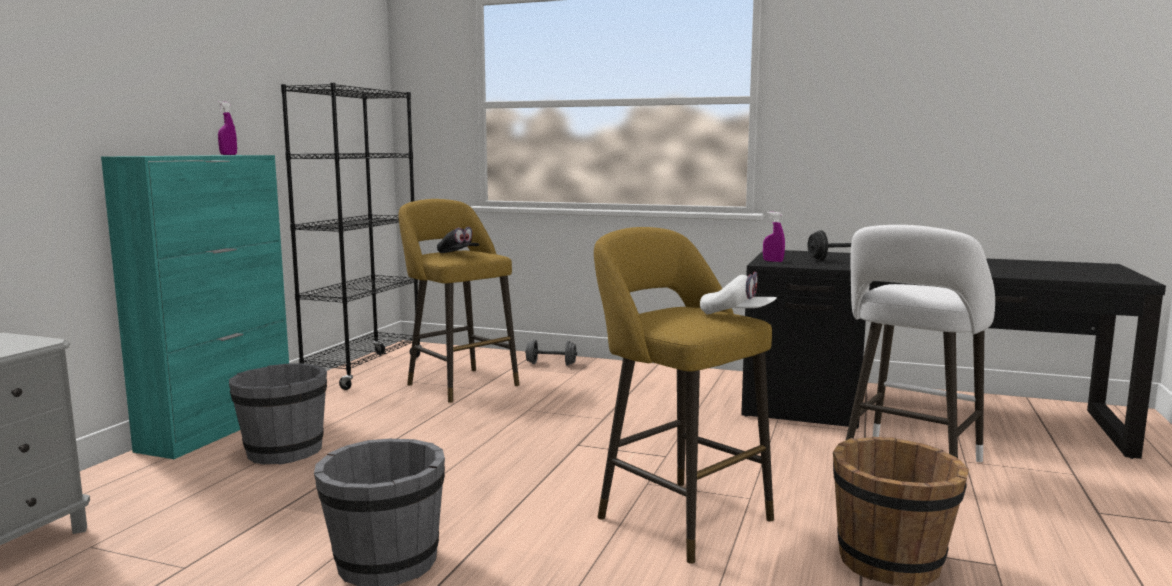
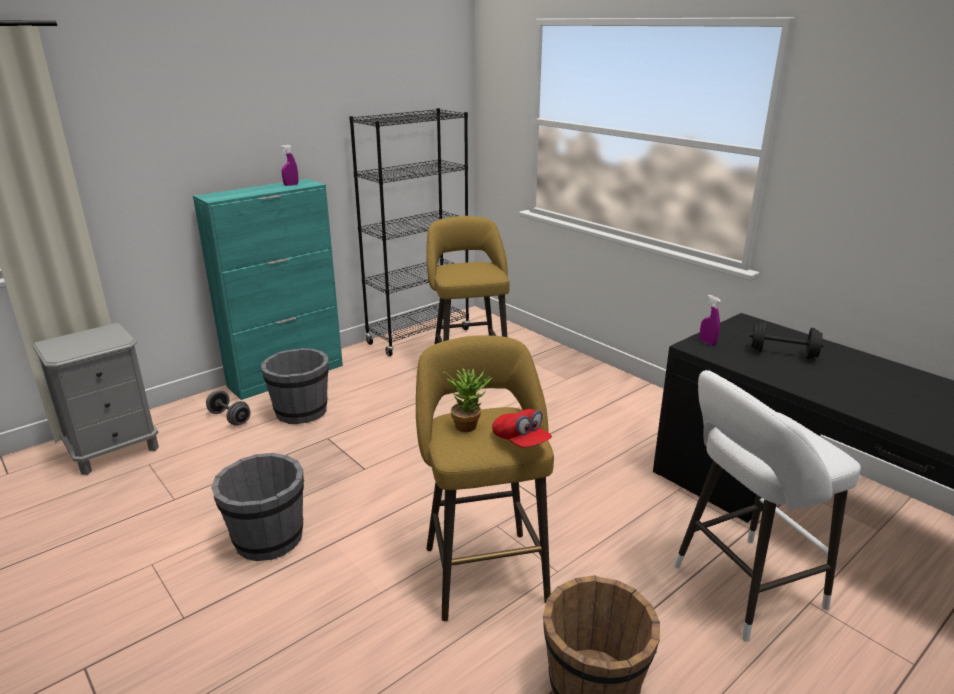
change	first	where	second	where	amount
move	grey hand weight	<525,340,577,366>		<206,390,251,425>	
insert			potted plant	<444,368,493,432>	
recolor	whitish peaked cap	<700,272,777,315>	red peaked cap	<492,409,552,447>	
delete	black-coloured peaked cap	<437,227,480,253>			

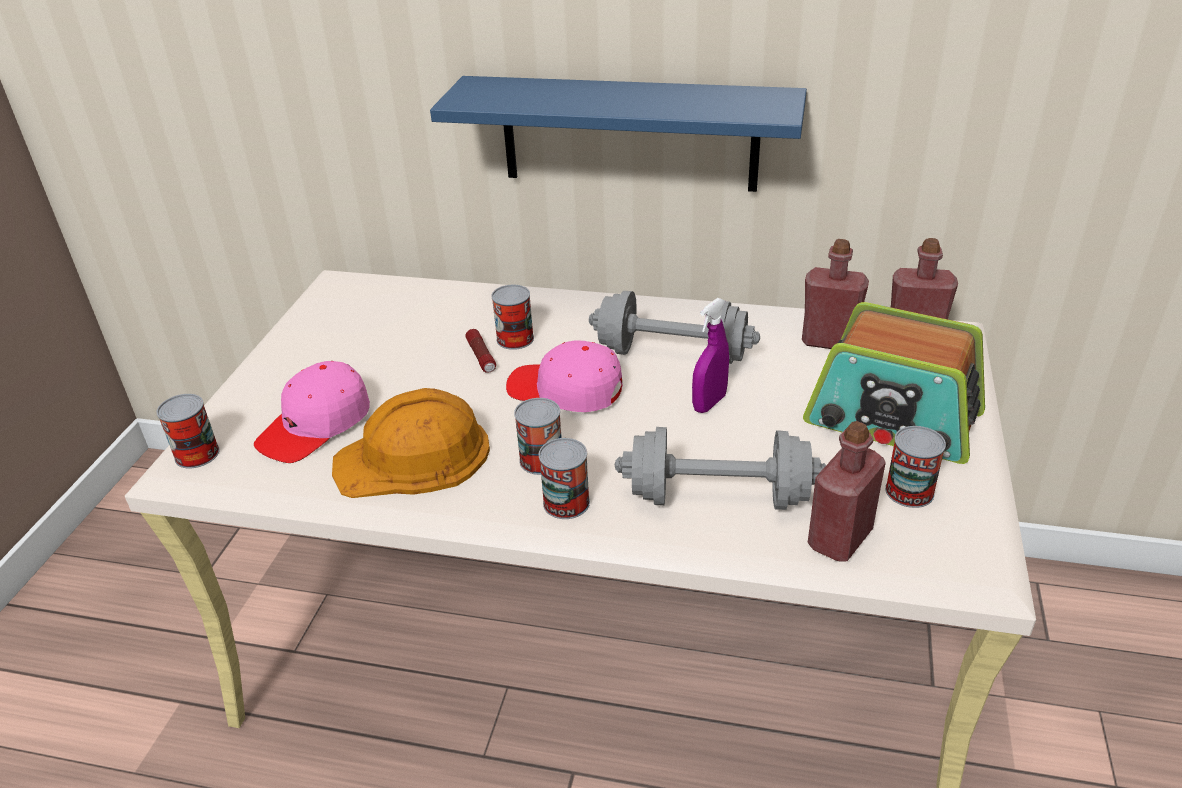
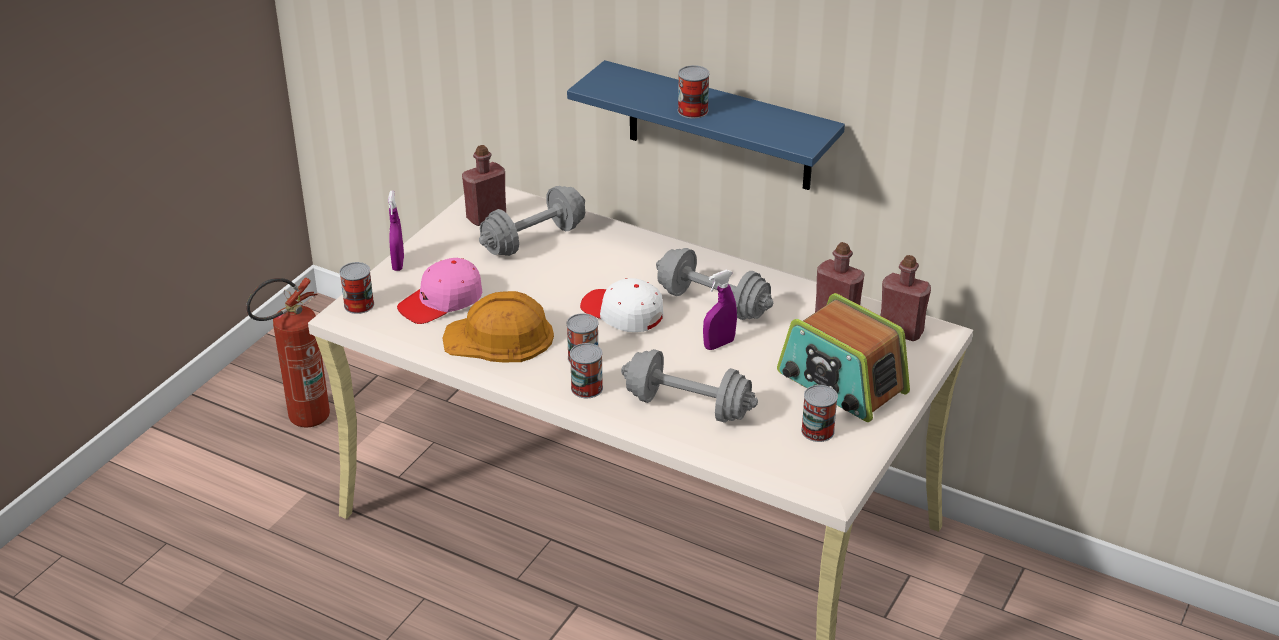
change	first	where	second	where	amount
insert			fire-fighting cylinder	<246,278,330,427>	
insert			purple spray bottle	<388,191,404,271>	
move	red beverage bottle	<808,421,886,562>		<462,145,506,226>	
insert			grey hand weight	<479,186,585,256>	
recolor	pink-coloured peaked cap	<506,340,623,412>	whitish peaked cap	<580,278,663,332>	
move	sealed can	<491,284,534,350>		<678,65,710,119>	
delete	torch	<465,329,496,373>			

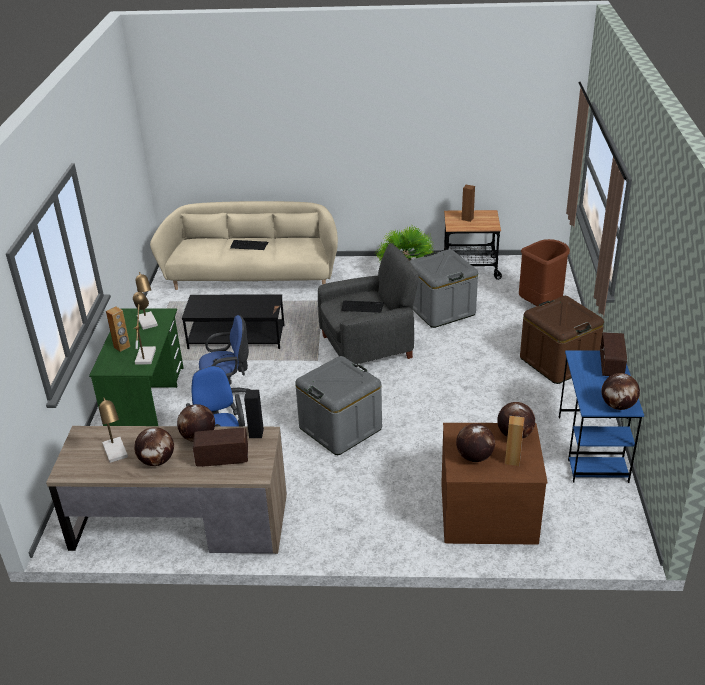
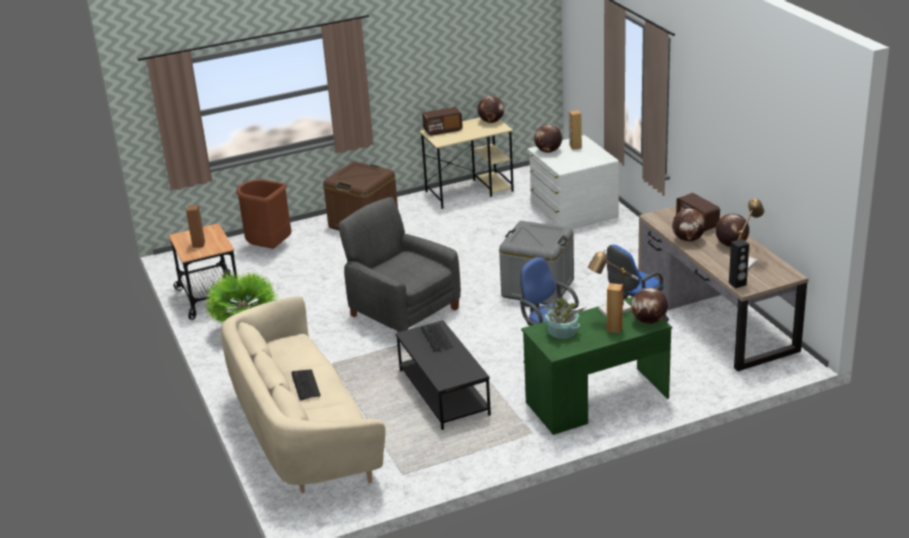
change	first	where	second	where	amount
recolor	bluish desk table	<559,350,644,483>	beige desk table	<419,118,514,209>	
move	PC keyboard	<341,301,384,313>		<421,324,453,352>	
recolor	brownish dresser	<441,423,548,545>	whitish dresser	<527,135,619,229>	
replace	table lamp	<135,272,158,330>	potted plant	<544,298,586,339>	
move	desk globe	<456,423,495,462>		<631,287,668,324>	
move	black-coloured loudspeaker	<244,390,264,438>		<729,239,749,288>	
delete	grey storage bin	<410,249,478,328>			

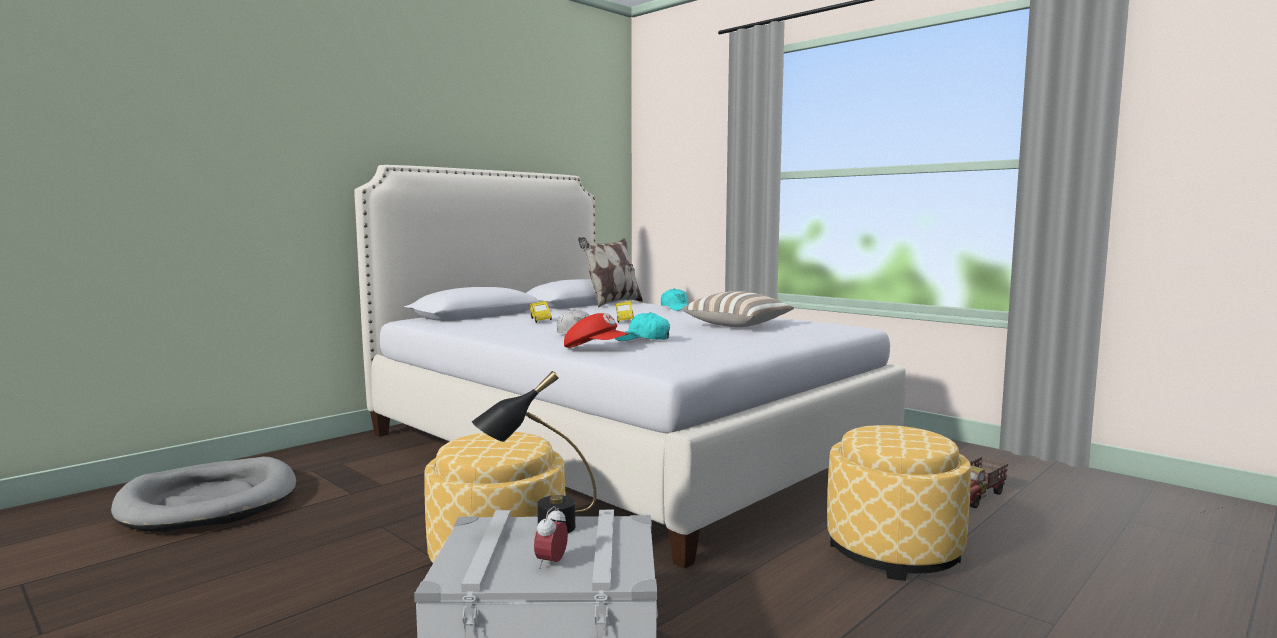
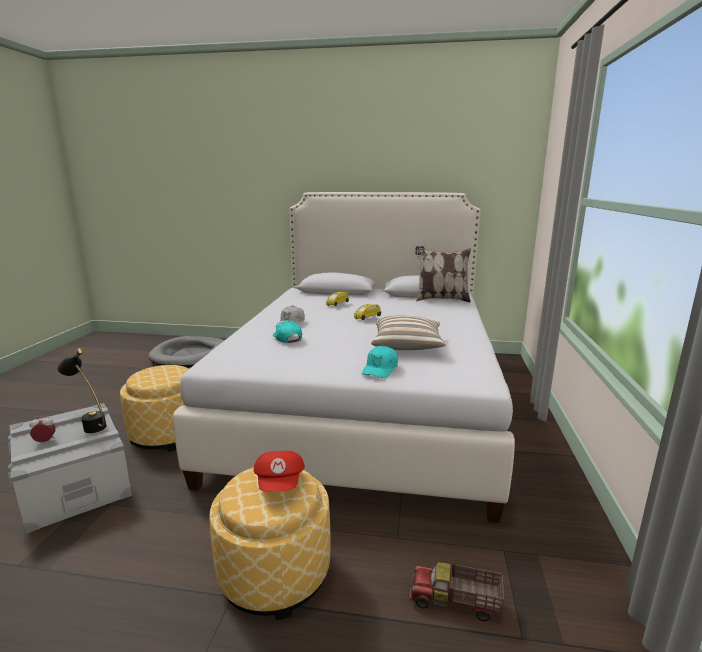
change	first	where	second	where	amount
move	red peaked cap	<564,313,629,348>		<253,451,305,492>	
move	blue-green peaked cap	<661,288,688,311>		<362,346,398,378>	

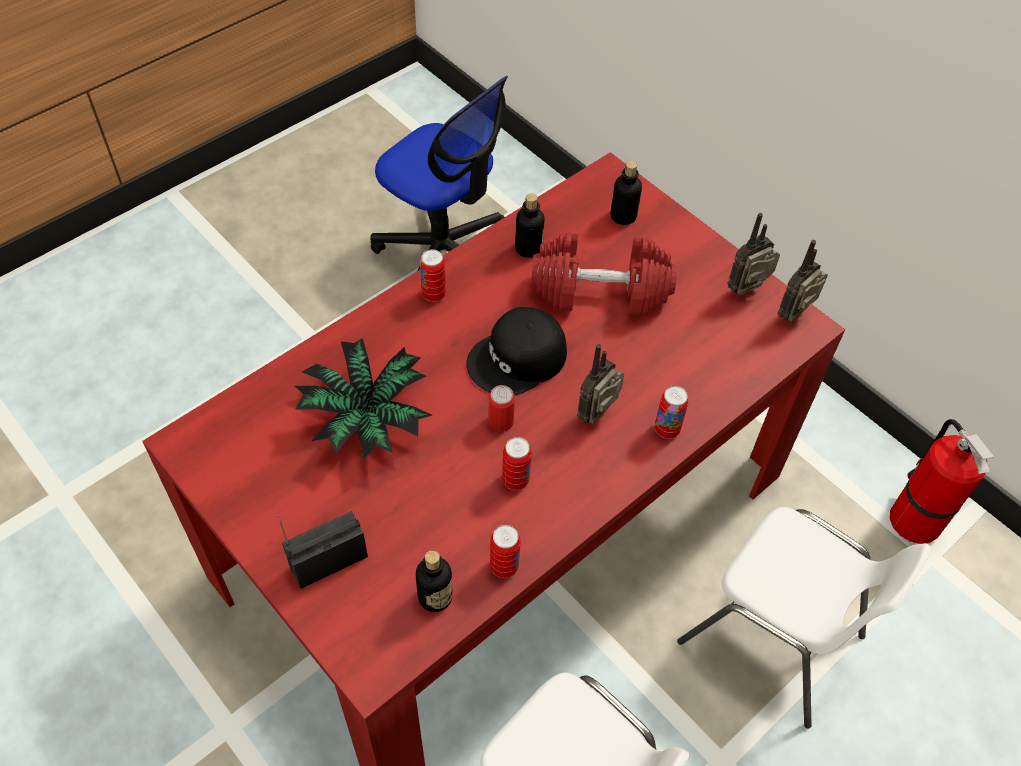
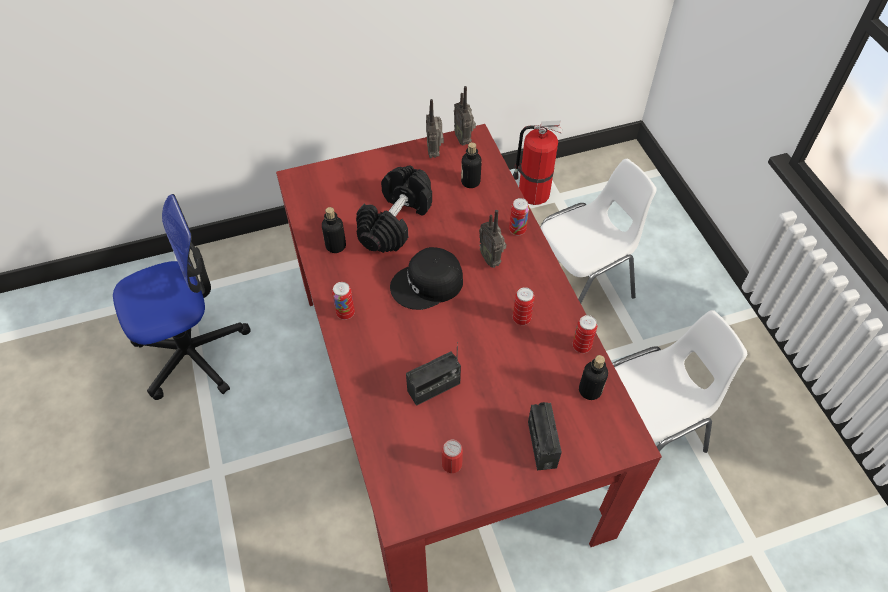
change	first	where	second	where	amount
recolor	red hand weight	<531,232,677,317>	black-coloured hand weight	<356,165,432,253>	
rotate	black-coloured peaked cap	<466,307,567,395>		<390,247,463,310>	75 degrees clockwise
replace	potted plant	<295,338,432,459>	radio receiver	<406,342,461,406>	
move	sealed can	<488,385,515,432>		<442,440,463,473>	
move	beverage bottle	<610,161,642,225>		<461,142,482,188>	

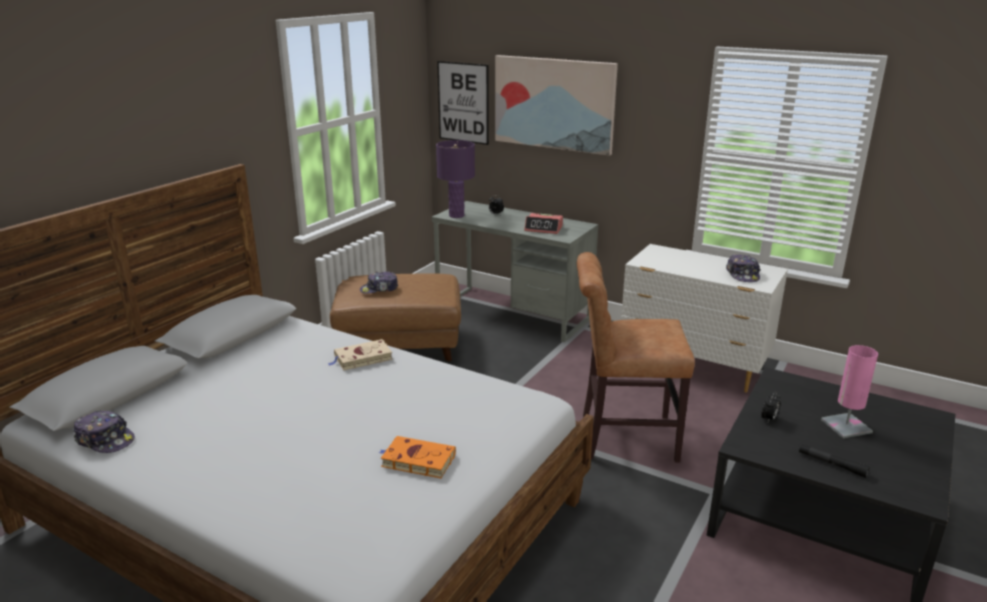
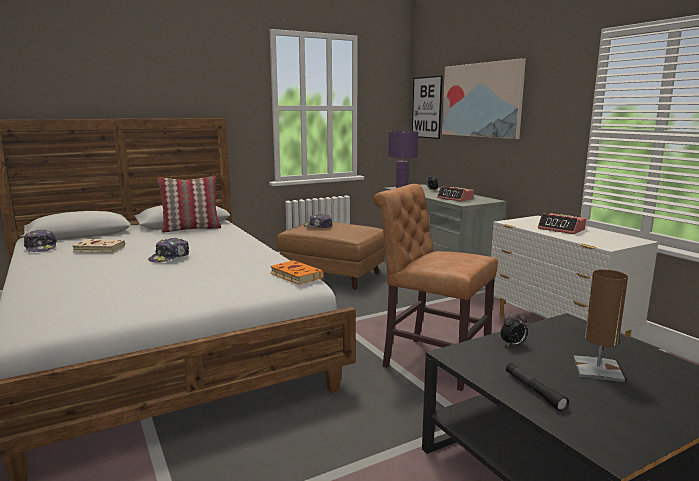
change	first	where	second	where	amount
move	beige volume	<328,339,393,371>		<72,239,125,253>	
move	peaked cap	<726,254,761,282>		<148,238,189,263>	
insert			throw pillow	<158,176,221,233>	
move	orangey volume	<379,436,456,478>		<270,260,324,285>	
insert			bedside clock	<538,213,586,234>	
recolor	pink-coloured table lamp	<821,345,878,438>	brownish table lamp	<573,269,628,382>	

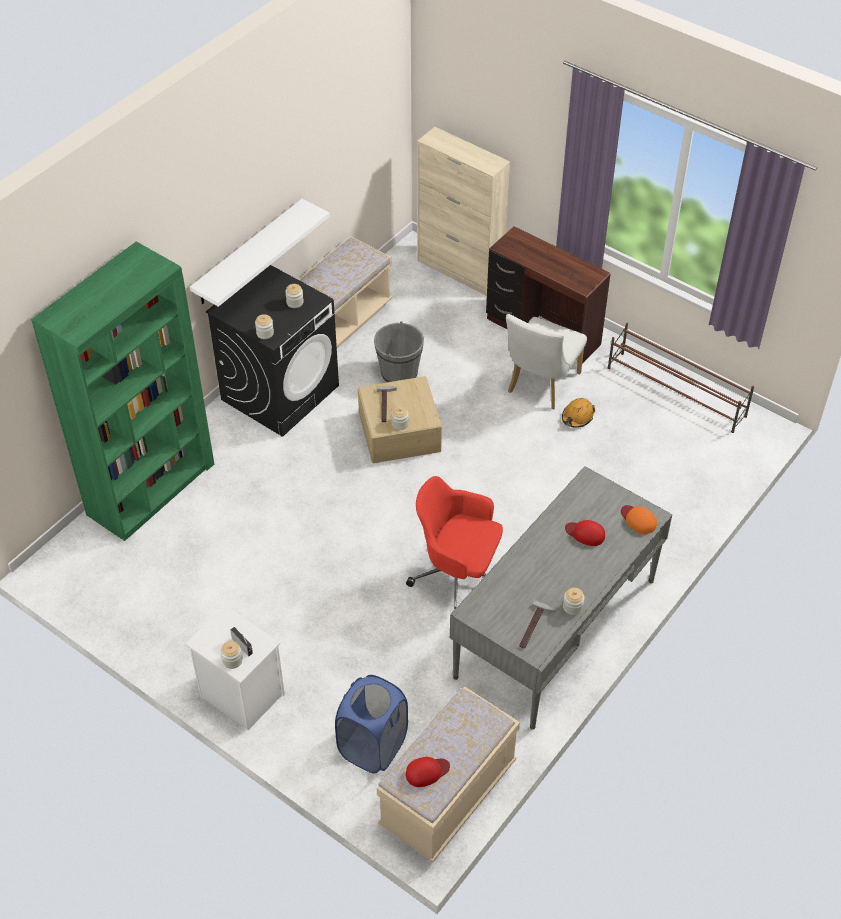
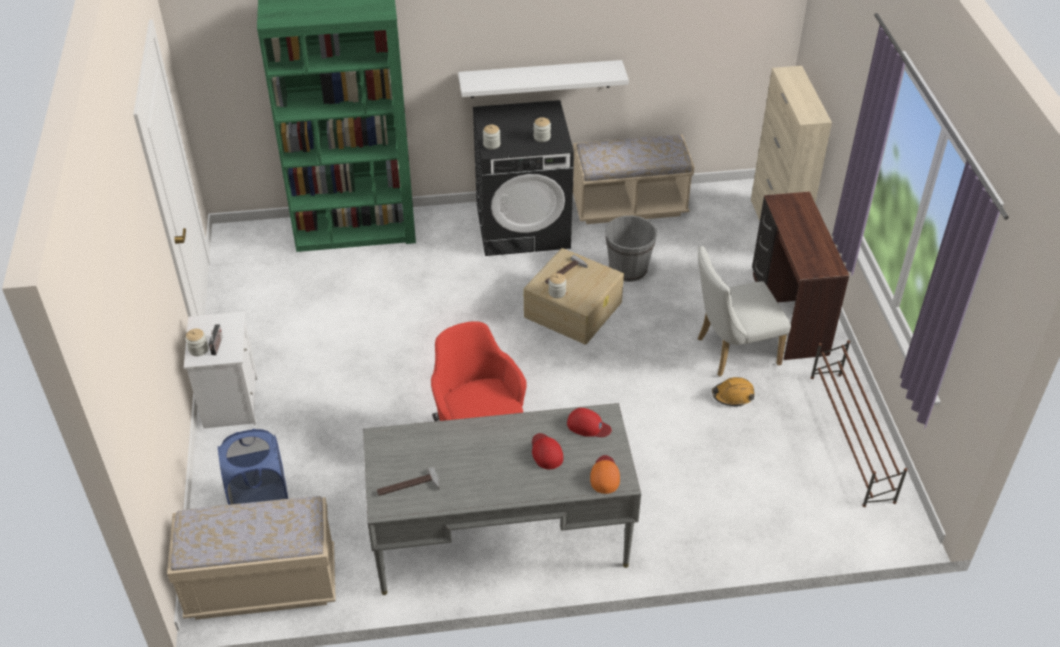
change	first	where	second	where	amount
move	red peaked cap	<406,757,450,787>		<567,408,612,437>	
delete	preserve jar	<563,588,585,615>			

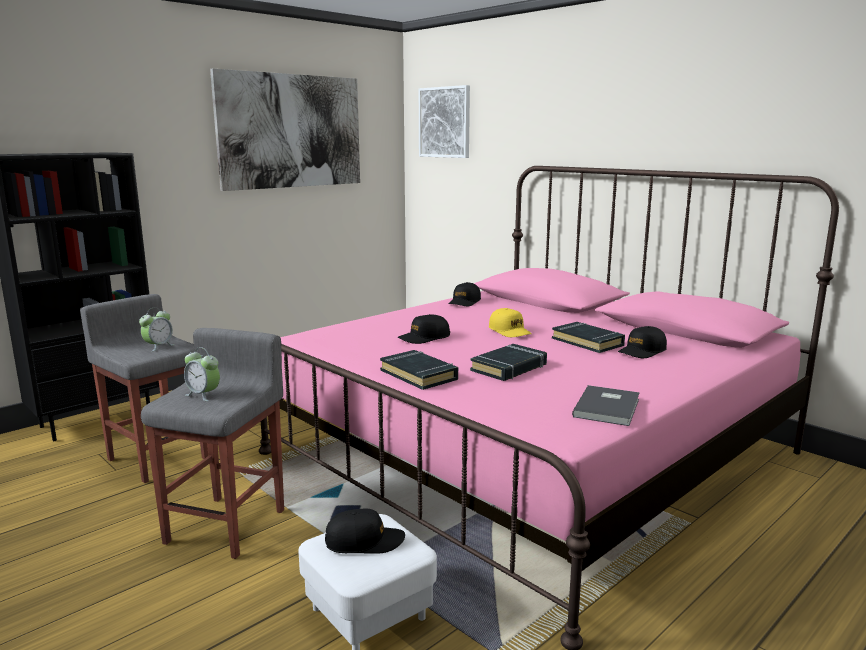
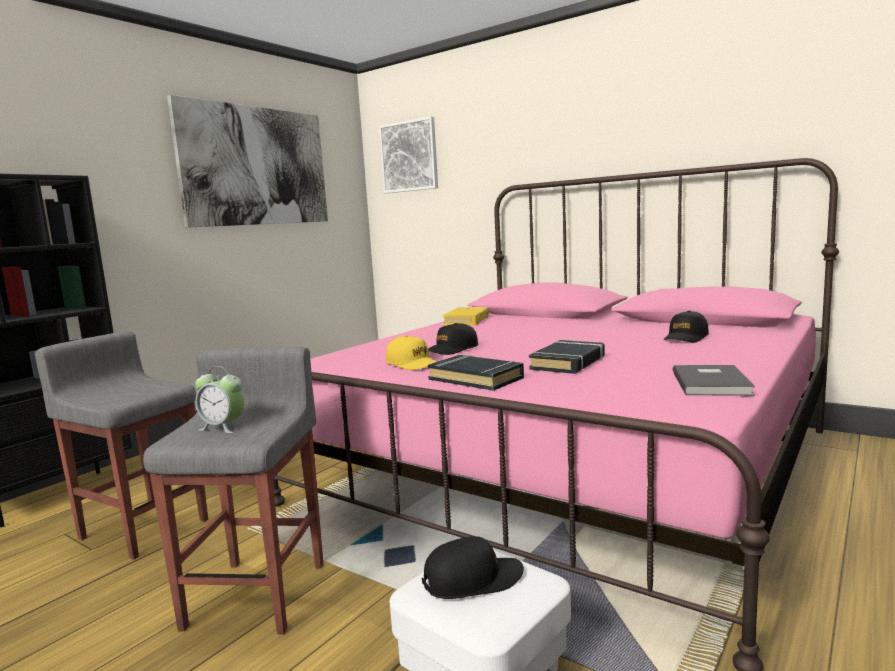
change	first	where	second	where	amount
move	yellowish peaked cap	<489,308,532,337>		<386,335,437,370>	
replace	black-coloured peaked cap	<448,282,481,306>	yellowish volume	<443,307,489,325>	
delete	bedside clock	<139,308,175,352>			
delete	black-coloured volume	<552,322,625,353>			

